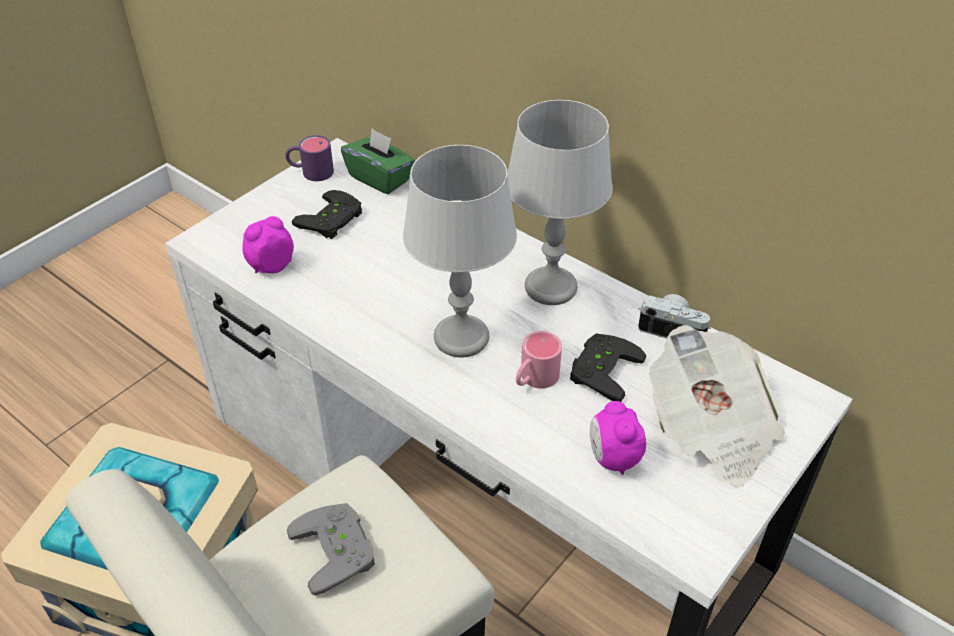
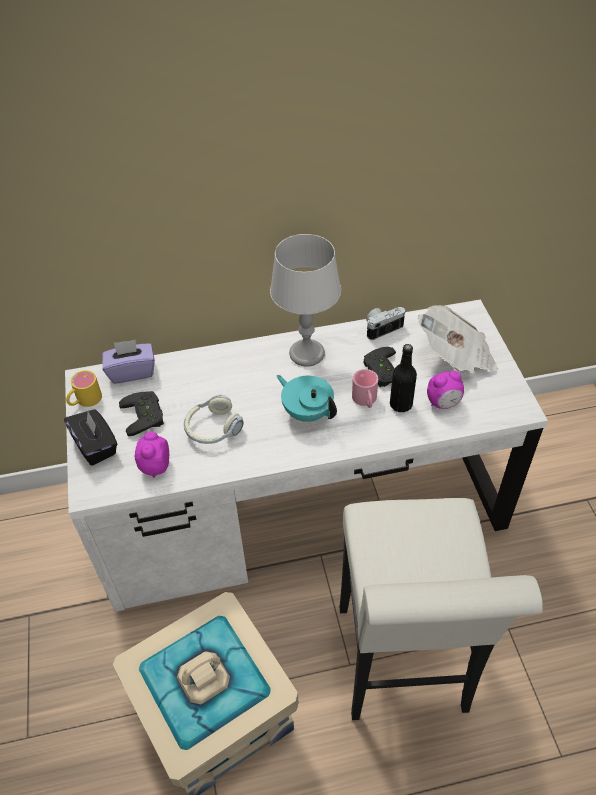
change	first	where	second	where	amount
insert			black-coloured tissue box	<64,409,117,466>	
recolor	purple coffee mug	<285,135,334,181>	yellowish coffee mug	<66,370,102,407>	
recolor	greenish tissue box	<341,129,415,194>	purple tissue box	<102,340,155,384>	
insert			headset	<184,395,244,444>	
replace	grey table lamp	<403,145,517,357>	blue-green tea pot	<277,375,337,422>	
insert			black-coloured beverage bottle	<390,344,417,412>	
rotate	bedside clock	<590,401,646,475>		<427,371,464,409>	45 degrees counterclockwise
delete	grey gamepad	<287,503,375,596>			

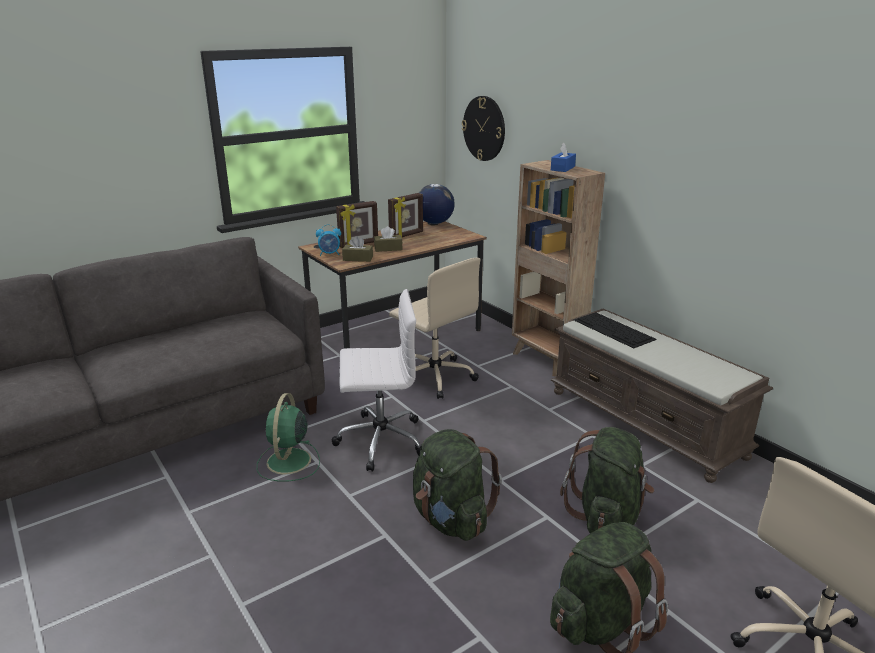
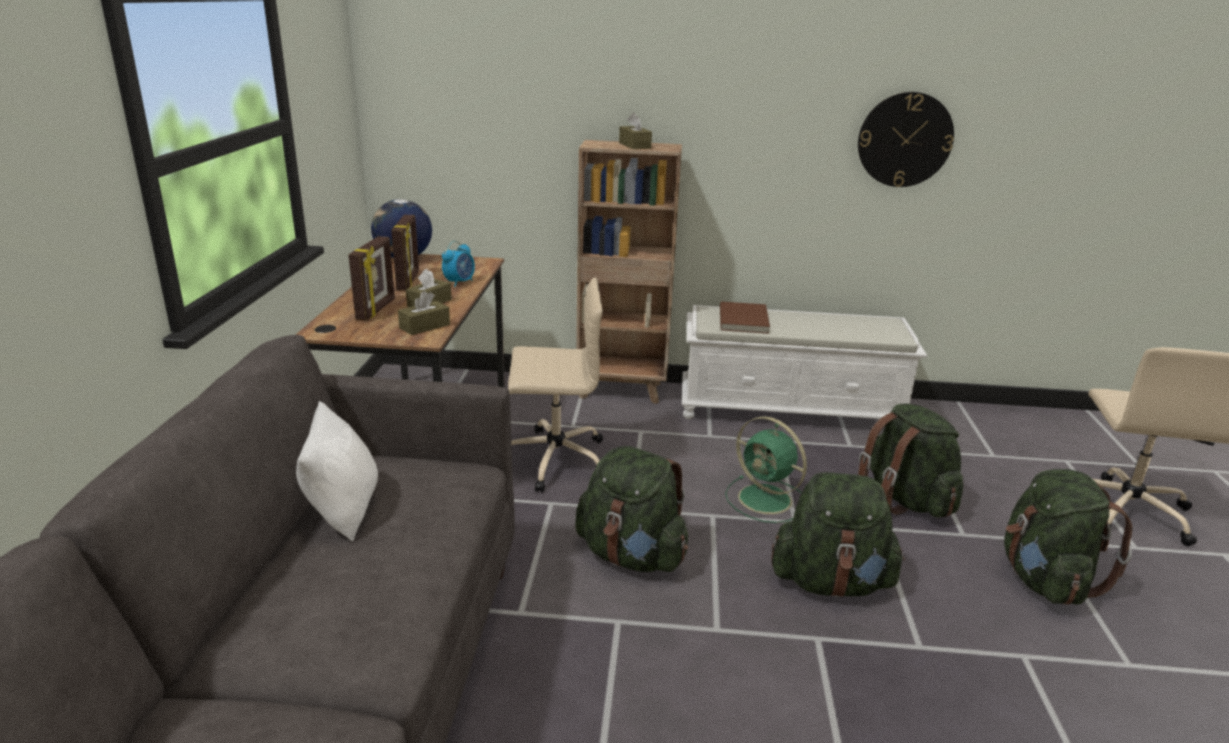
change	first	where	second	where	amount
insert			whitish throw pillow	<296,401,378,541>	
move	bedside clock	<316,224,341,256>		<442,241,475,287>	
replace	whitish computer chair	<332,289,421,472>	greenish backpack	<575,446,688,572>	
recolor	bluish tissue box	<551,143,576,172>	brownish tissue box	<619,112,652,149>	
recolor	brownish bench	<551,308,773,483>	whitish bench	<682,305,927,419>	
replace	PC keyboard	<574,312,656,348>	brownish volume	<720,302,770,334>	
move	greenish fan	<257,393,320,481>		<725,416,807,523>	
move	wall clock	<462,96,505,161>		<858,92,954,187>	

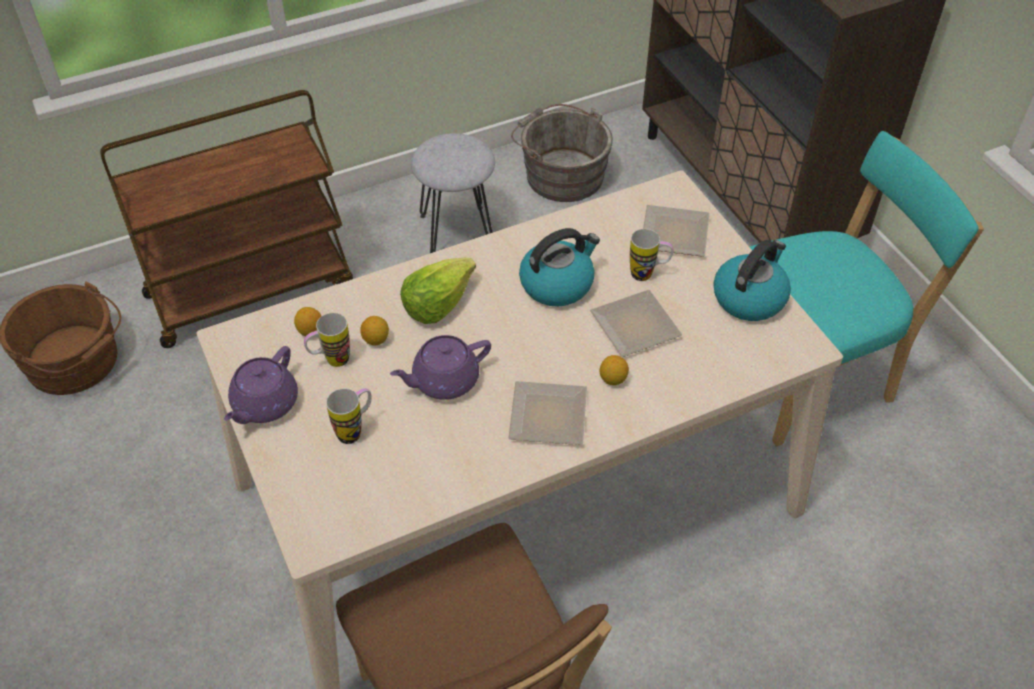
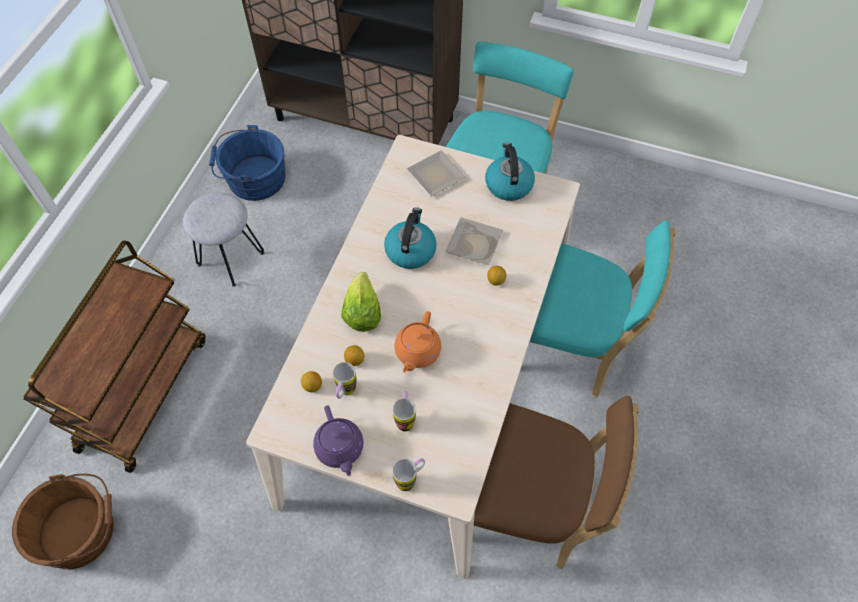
change	first	where	second	where	amount
recolor	grey water bucket	<511,104,613,202>	bluish water bucket	<209,125,285,201>	
move	coffee mug	<630,229,673,281>		<392,458,425,491>	
recolor	purple tea pot	<390,335,491,400>	orangey tea pot	<395,311,441,373>	
insert			blue-green plain chair	<530,220,676,397>	
delete	dinner plate	<508,381,587,445>			

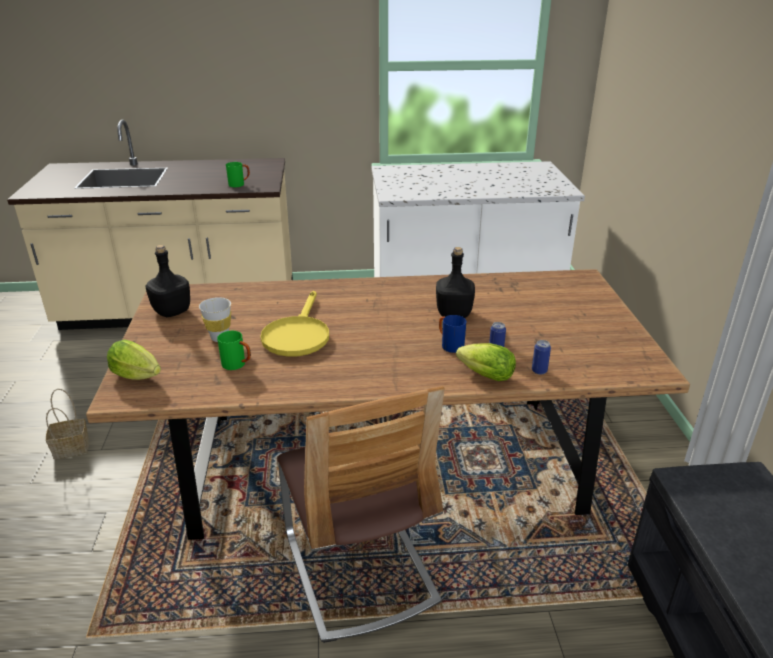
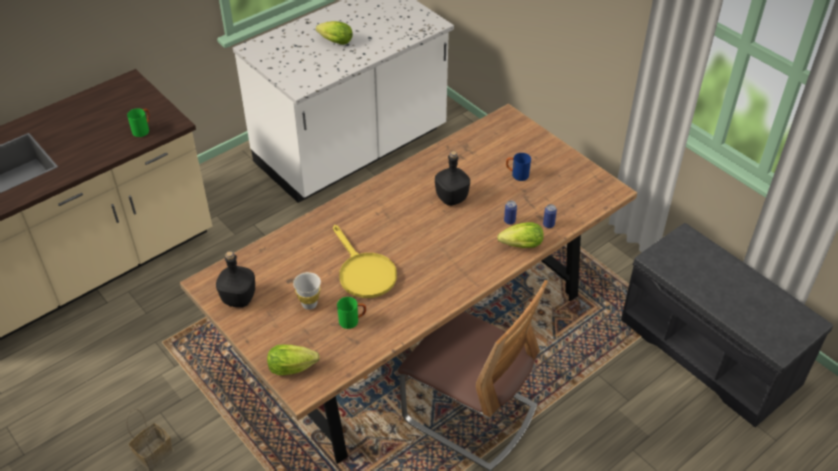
change	first	where	second	where	amount
insert			lettuce head	<316,21,353,45>	
move	bluish coffee mug	<439,315,466,353>		<506,153,531,181>	

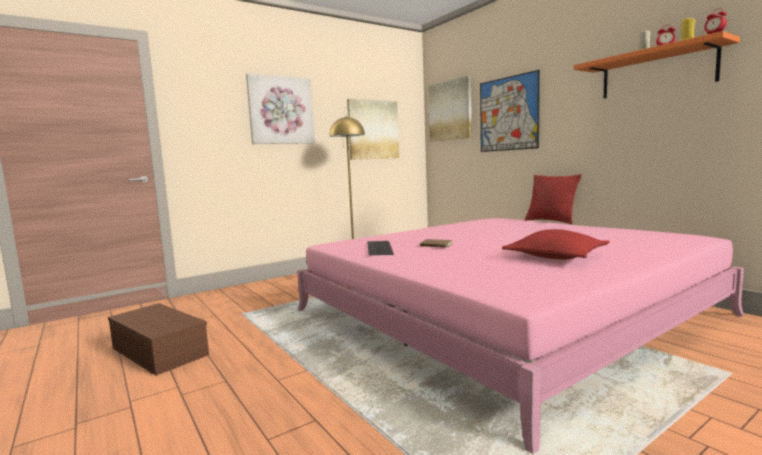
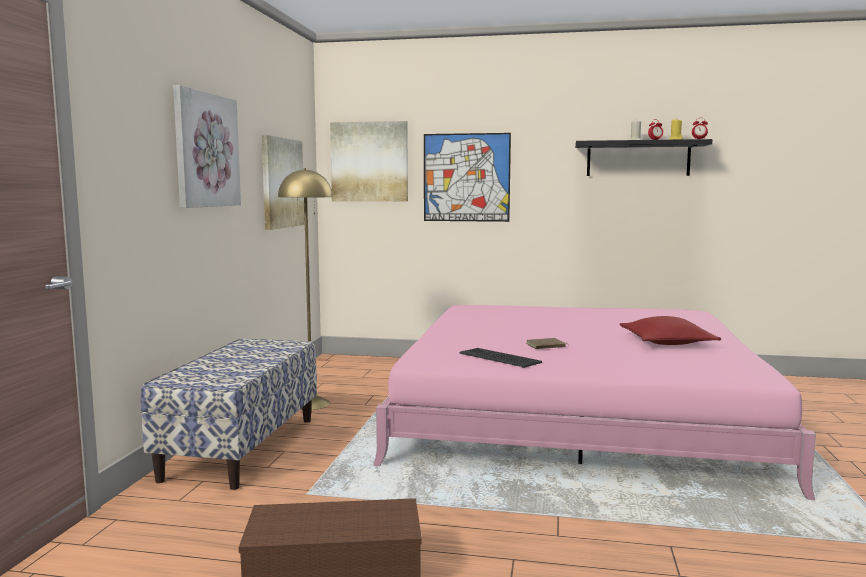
change	first	where	second	where	amount
insert			bench	<140,338,317,490>	
recolor	orangey bracket shelf	<574,31,740,99>	black-coloured bracket shelf	<575,139,712,176>	
delete	red throw pillow	<525,174,582,224>			

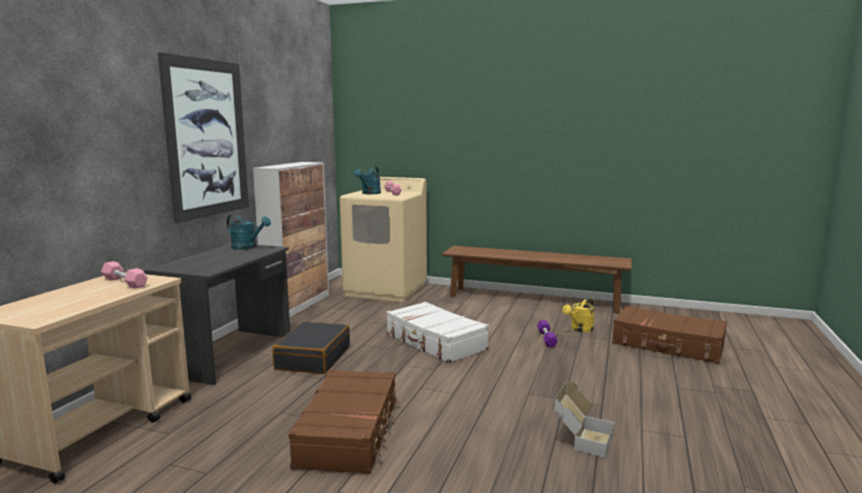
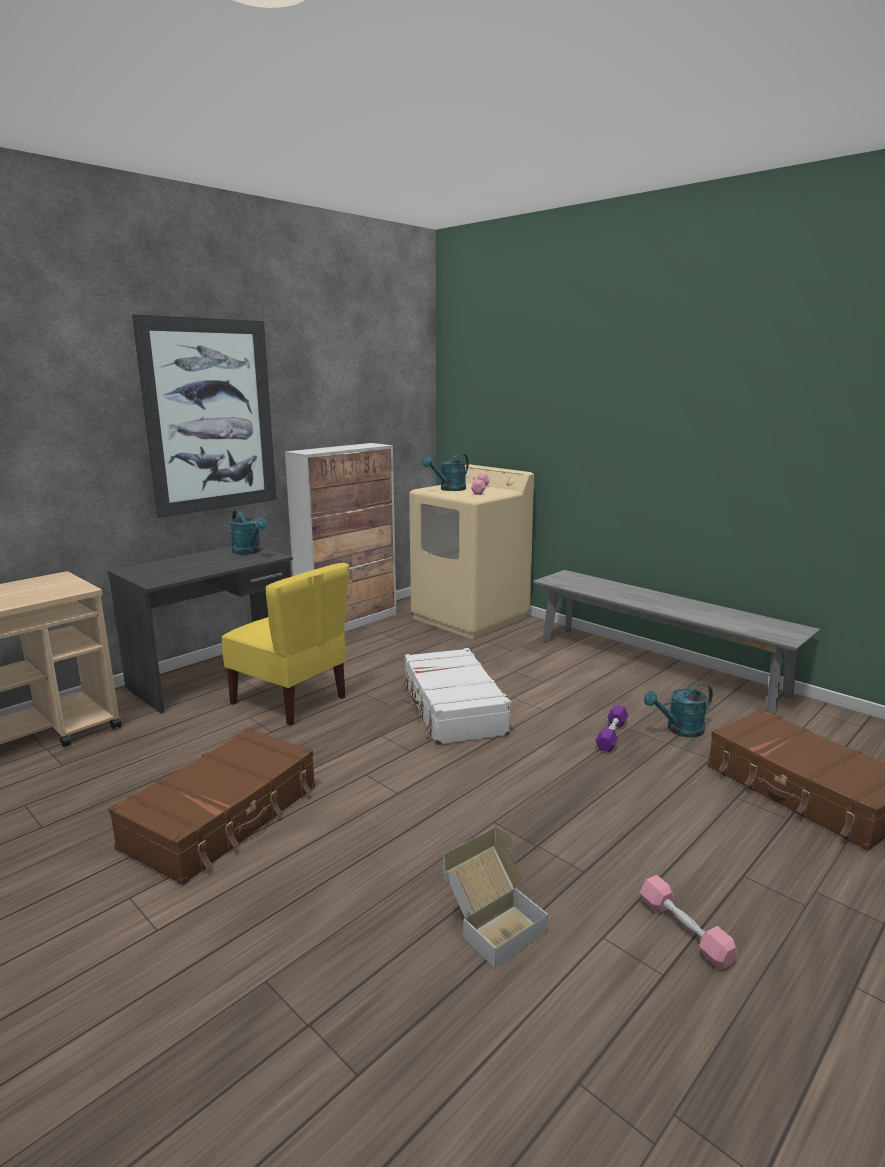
change	first	where	second	where	amount
replace	black-coloured suitcase	<272,322,350,374>	yellowish plain chair	<222,563,349,726>	
recolor	brownish bench	<442,246,632,314>	grey bench	<533,570,820,715>	
move	pink-coloured hand weight	<101,261,148,289>		<640,875,738,969>	
recolor	yellowish sprinkling can	<562,297,594,332>	blue-green sprinkling can	<644,683,713,738>	

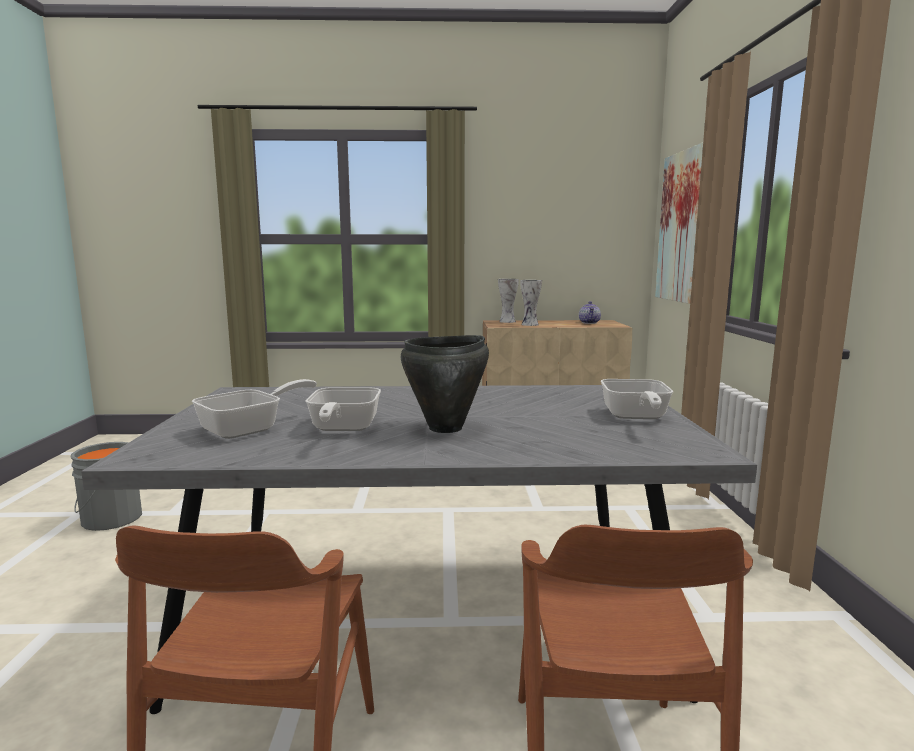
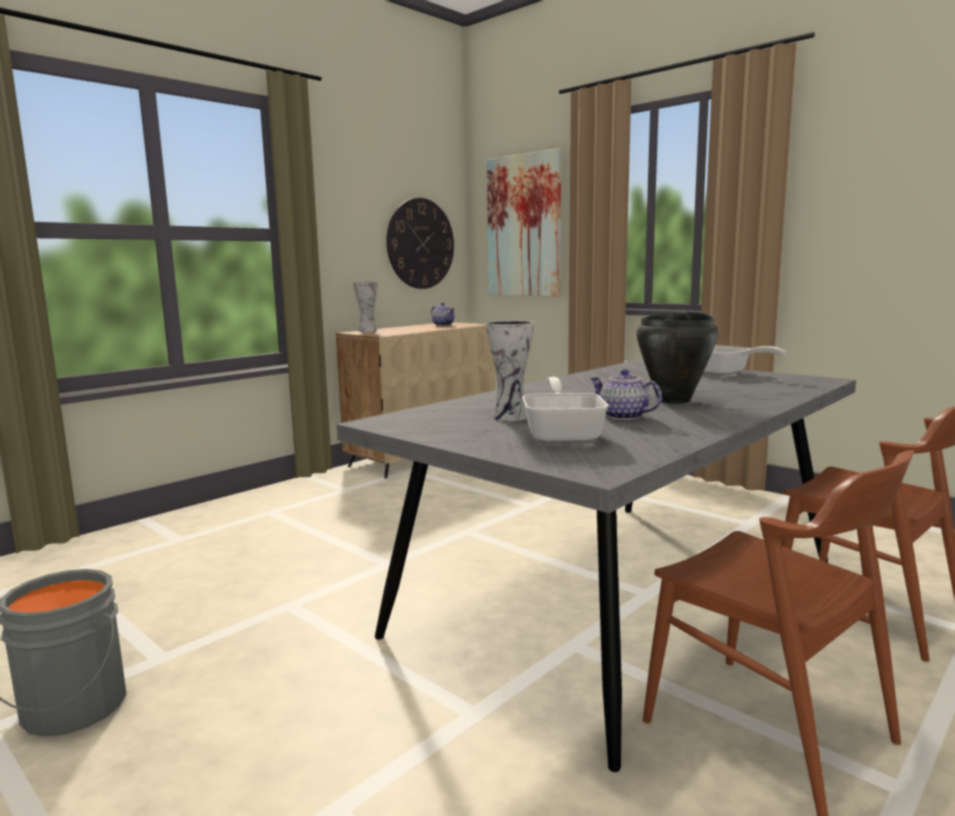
change	first	where	second	where	amount
insert			wall clock	<386,198,454,289>	
move	vase	<520,280,542,326>		<486,320,534,421>	
replace	skillet	<305,387,381,431>	tea pot	<590,369,662,420>	

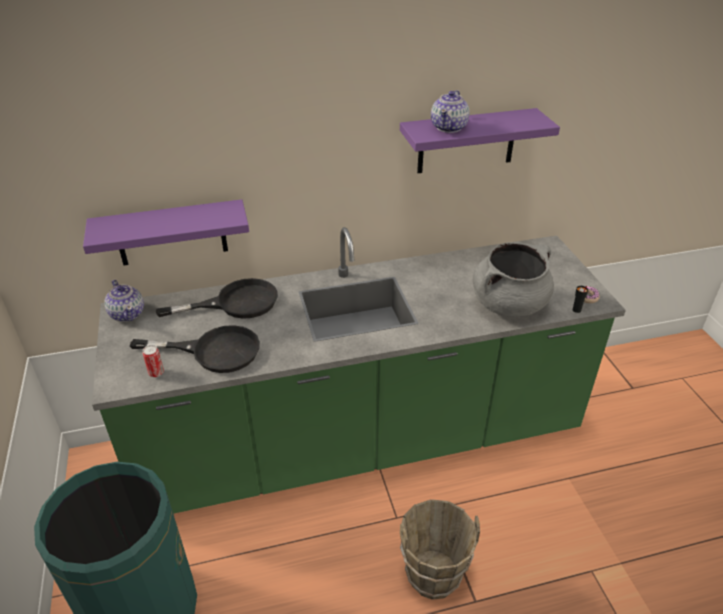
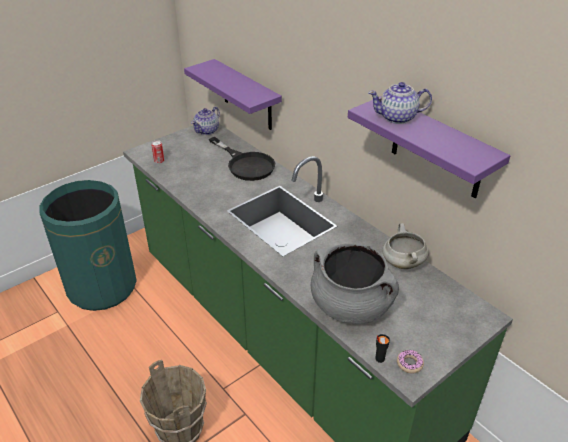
change	first	where	second	where	amount
insert			whitish cooking pot	<382,223,429,269>	
delete	black-coloured skillet	<130,325,260,373>			

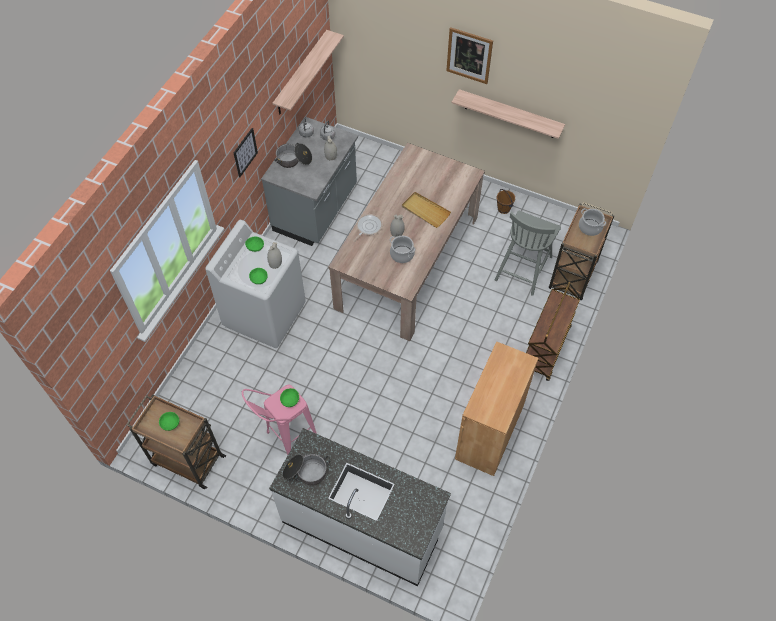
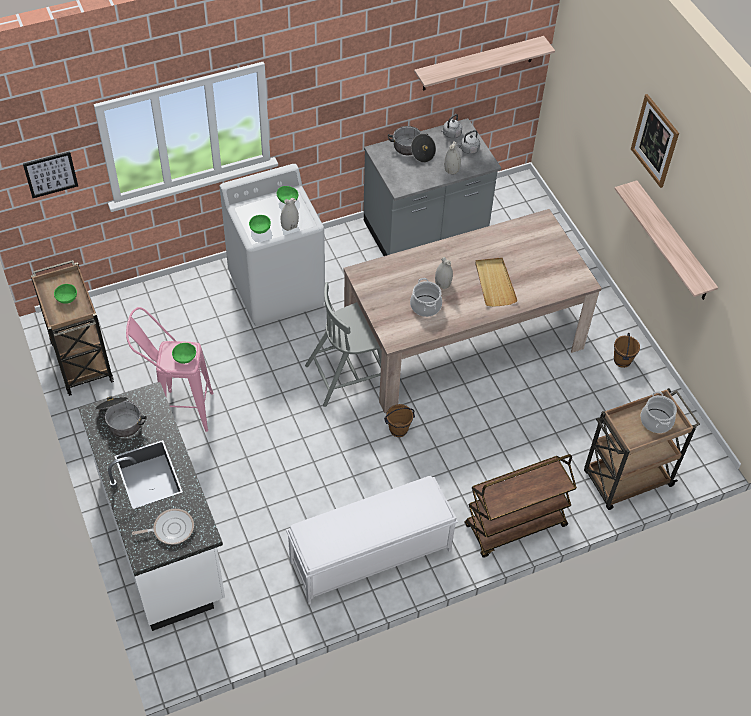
change	first	where	second	where	amount
move	wall art	<234,128,258,177>		<23,152,78,198>	
move	skillet	<353,214,383,242>		<132,509,194,544>	
replace	brownish storage cabinet	<455,342,538,476>	whitish bench	<286,476,458,604>	
move	grey plain chair	<495,211,561,296>		<305,282,382,407>	
insert			brownish water bucket	<384,404,415,437>	

